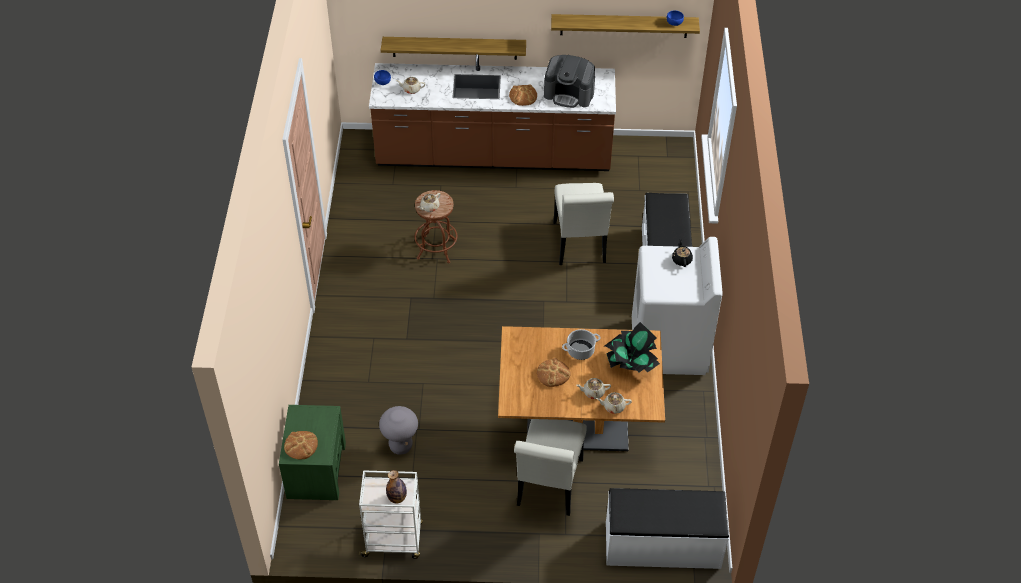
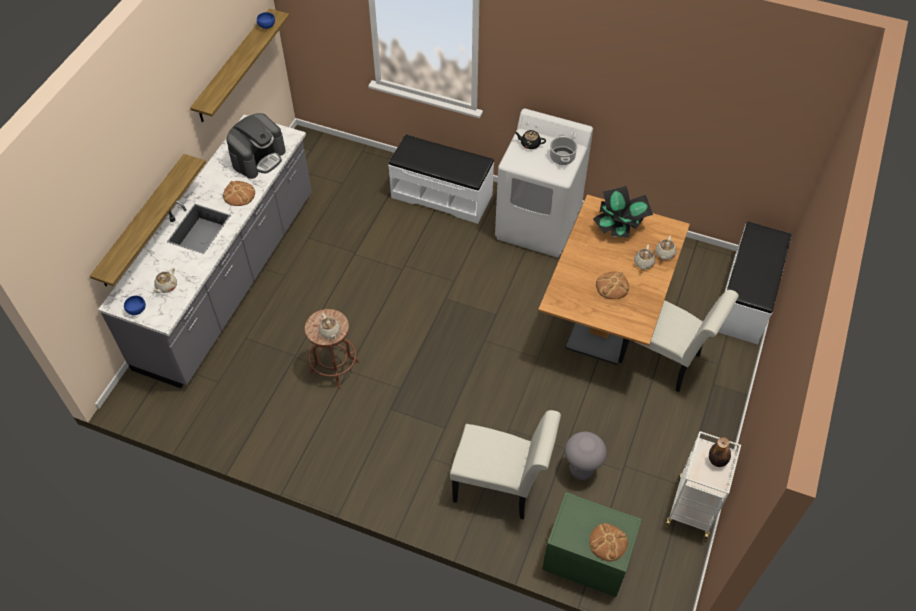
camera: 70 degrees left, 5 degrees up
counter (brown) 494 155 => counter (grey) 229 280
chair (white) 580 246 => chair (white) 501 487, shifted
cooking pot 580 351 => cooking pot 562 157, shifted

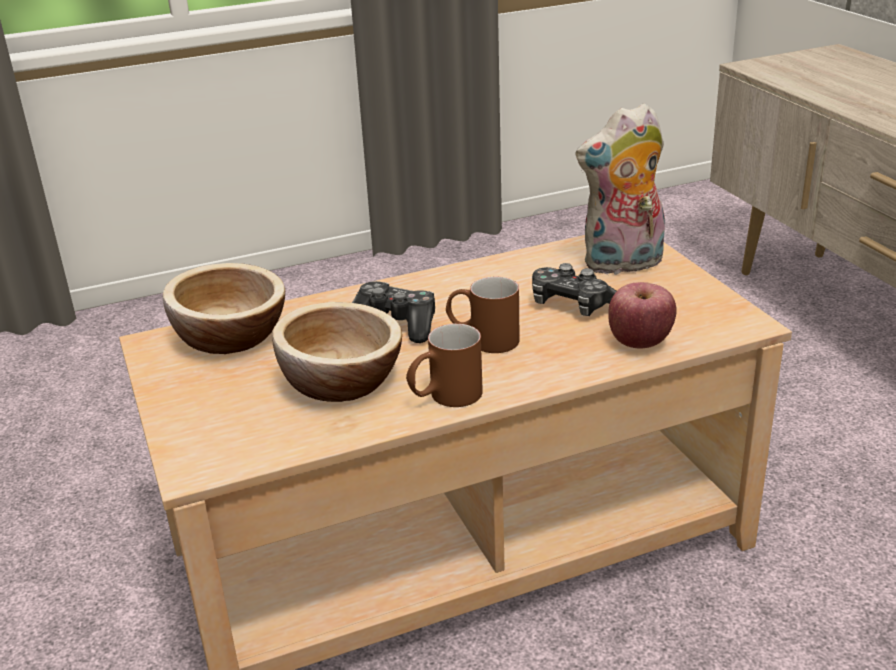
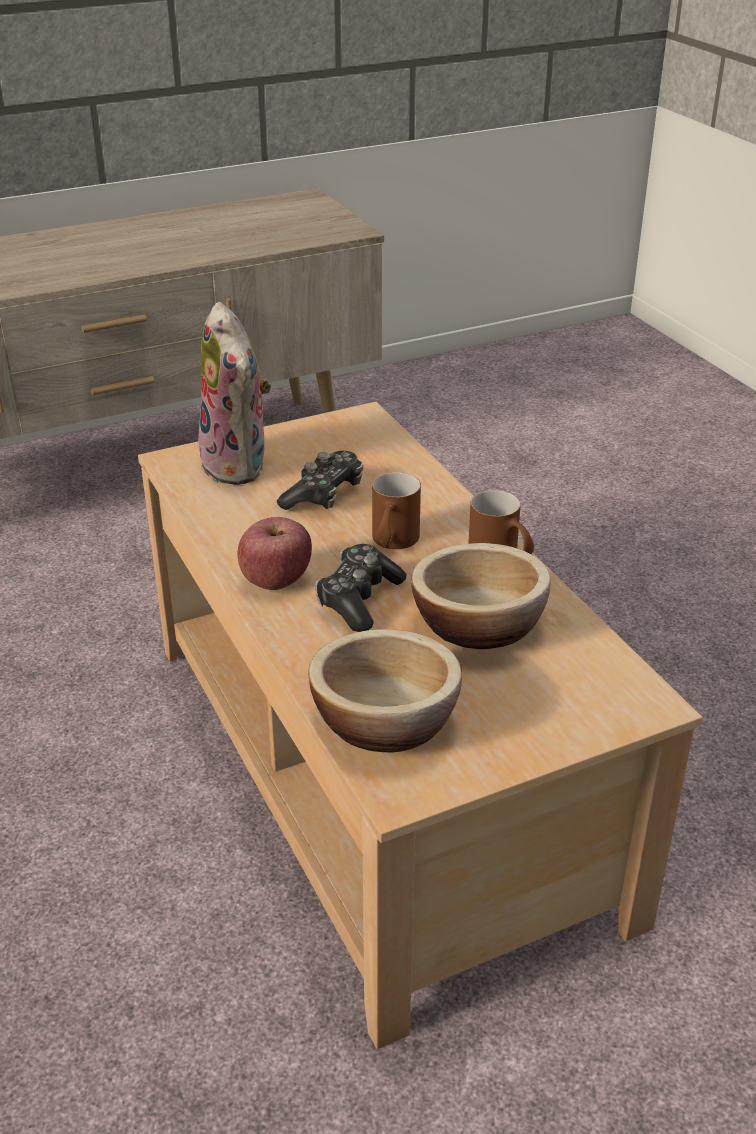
camera: 95 degrees left, 5 degrees up
apple 640 342 => apple 275 580, shifted

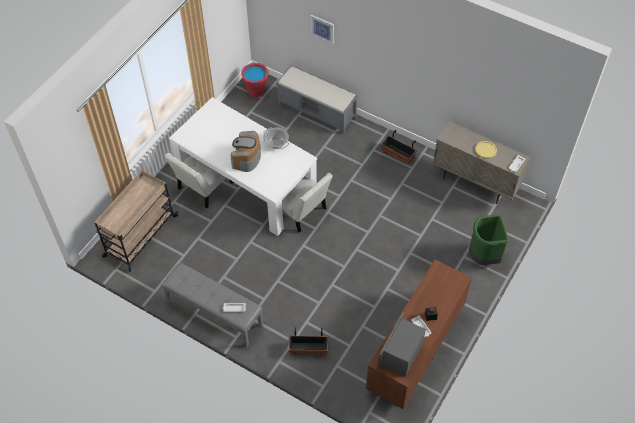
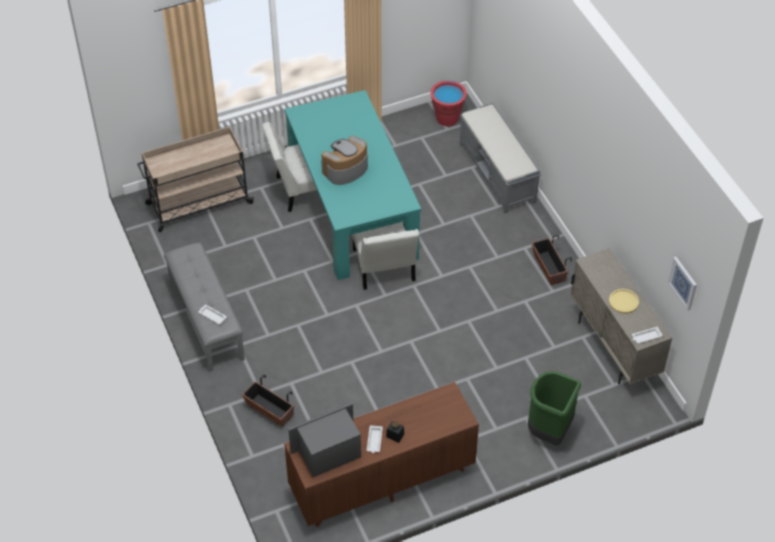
camera: 35 degrees right, 5 degrees down
picture 322 29 => picture 683 283, shifted
dining table (white) 246 183 => dining table (turquoise) 352 208
cooking pot 276 143 => nothing

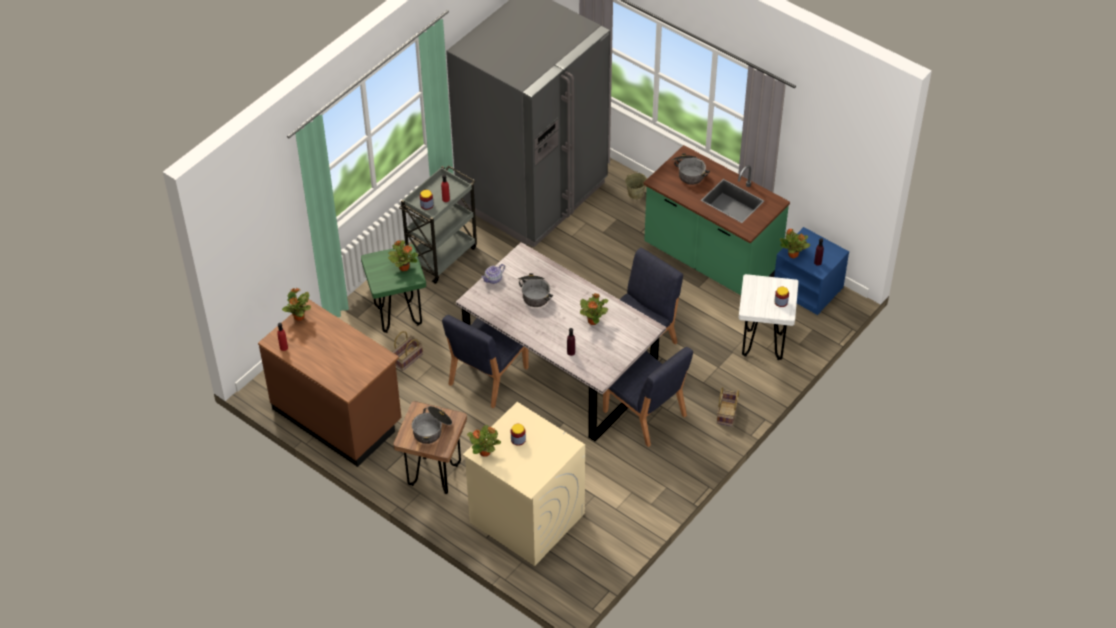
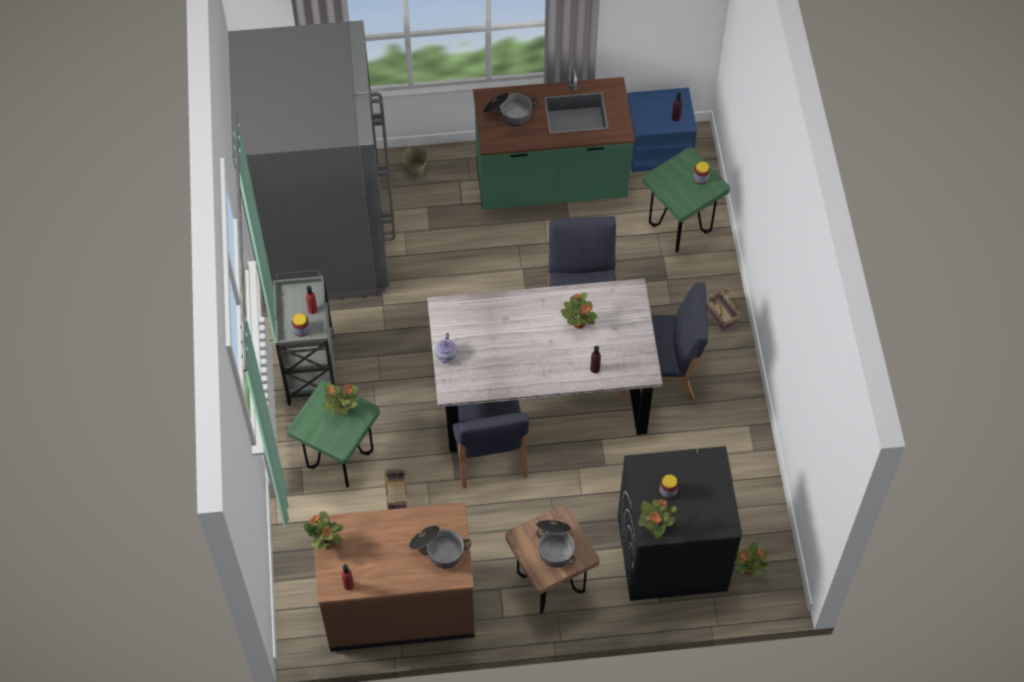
camera: 45 degrees left, 10 degrees up
potted plant 793 255 => potted plant 749 569, shifted
cooking pot 534 293 => cooking pot 438 550, shifted
stool (white) 763 345 => stool (green) 679 229
washing machine (beige) 526 517 => washing machine (black) 671 553

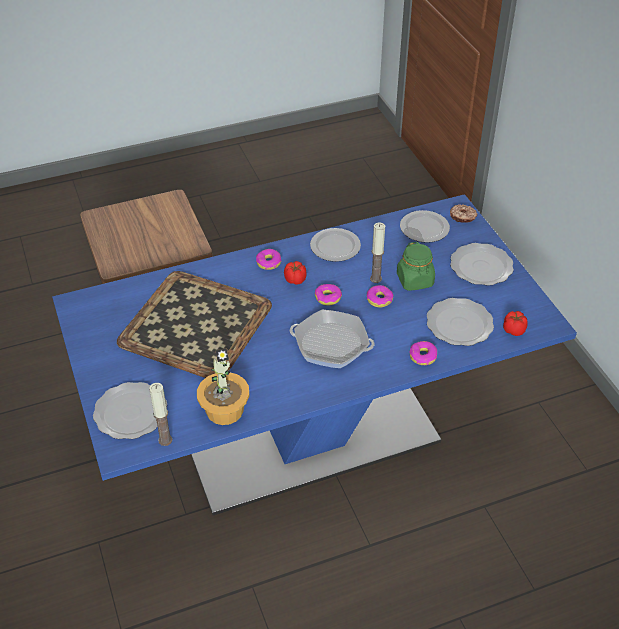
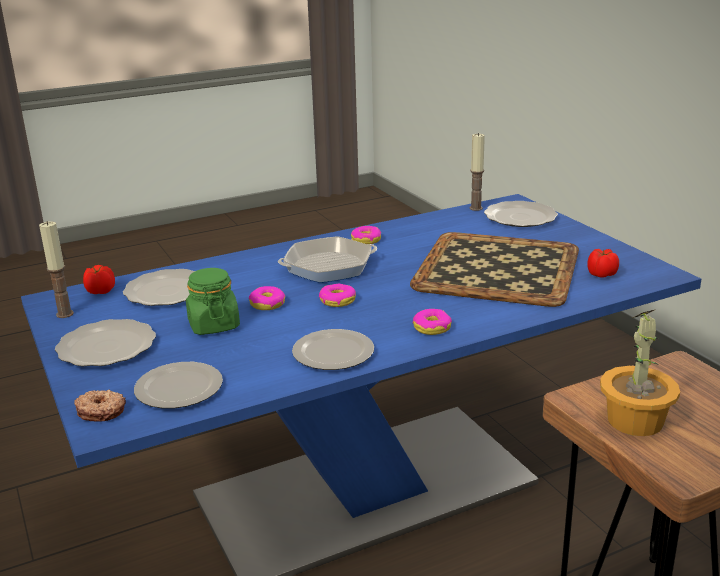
camera: 175 degrees right, 20 degrees down
candle 376 279 => candle 64 314, shifted
tomato 295 280 => tomato 601 274, shifted
frying pan 331 344 => frying pan 328 266, 150 degrees clockwise
donut 422 356 => donut 366 240, shifted
potted plant 224 409 => potted plant 635 421, shifted

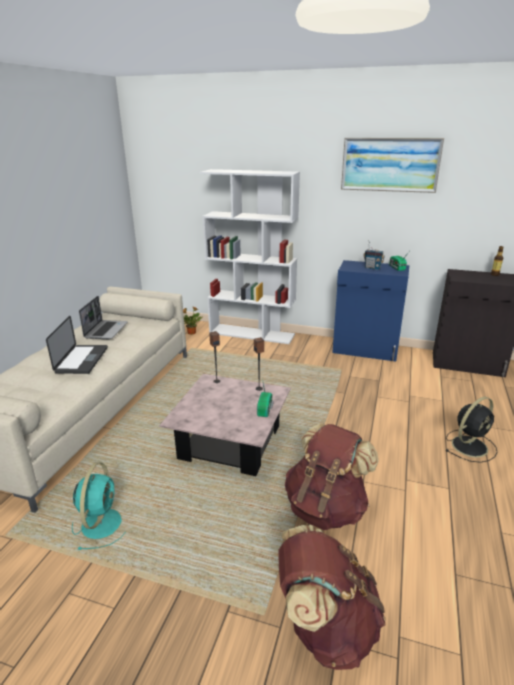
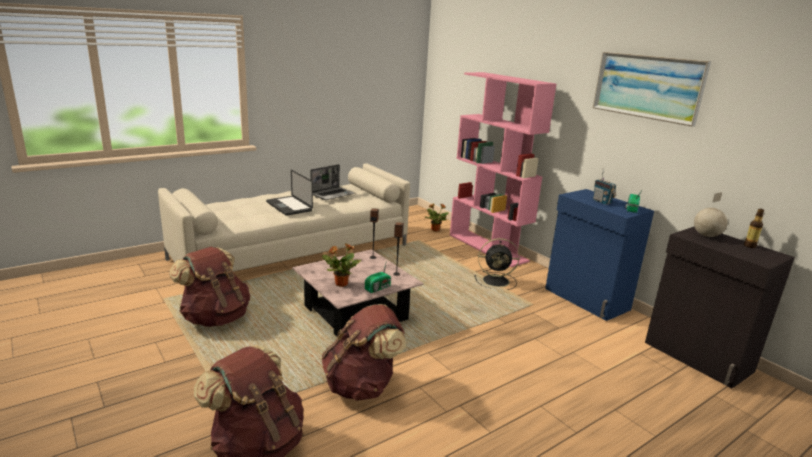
camera: 35 degrees right, 5 degrees down
bookcase (white) 252 334 => bookcase (pink) 488 248
laptop 82 360 => laptop 289 206, 105 degrees clockwise
fan (black) 470 445 => fan (black) 497 281, shifted
fan (turquoise) 102 522 => backpack (brown) 215 318
nothing => globe 706 235
nothing => potted plant 340 284

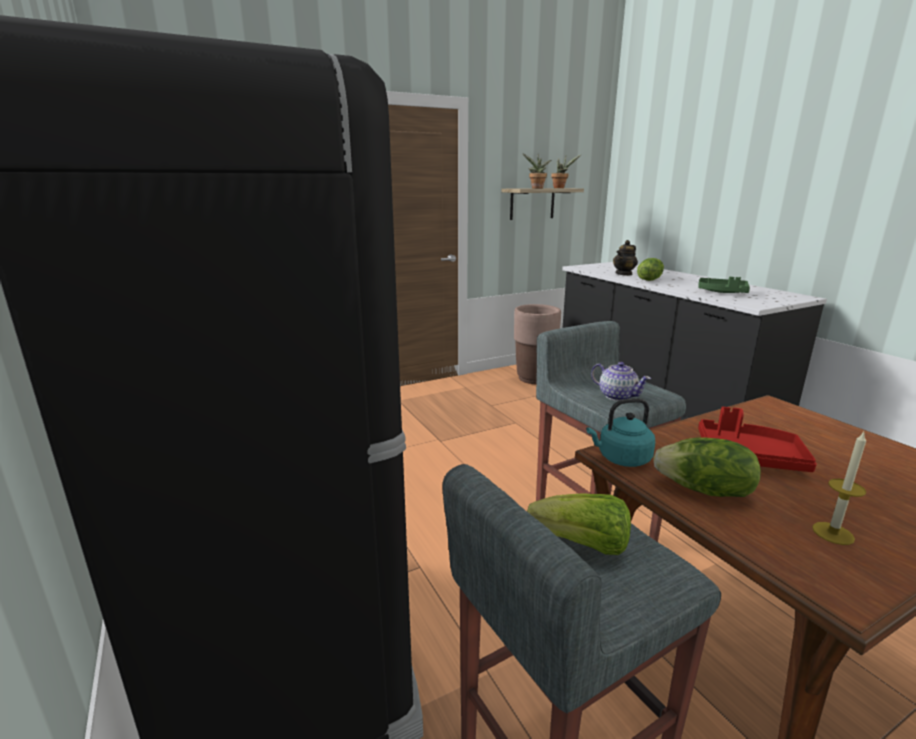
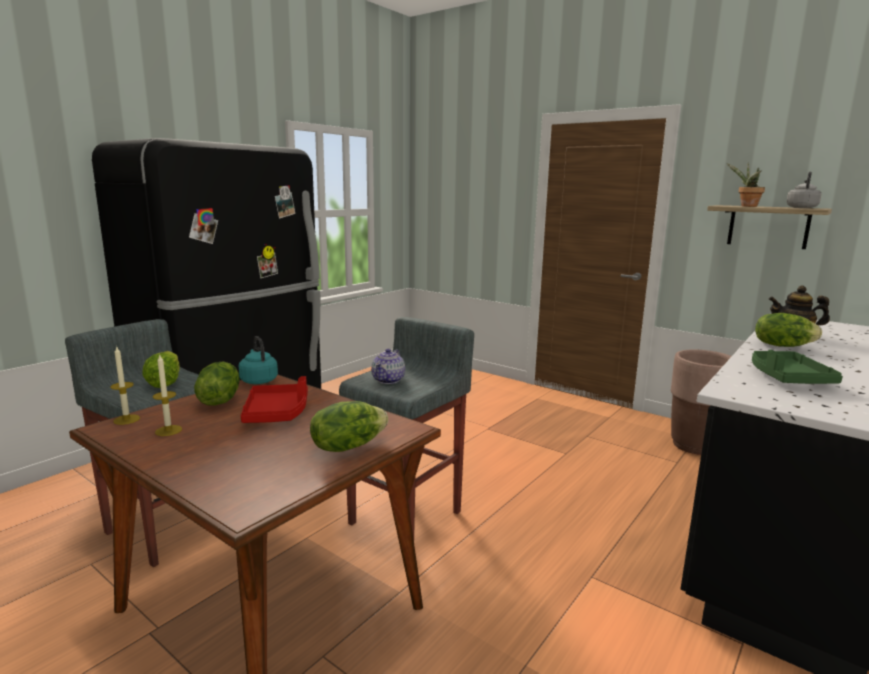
camera: 65 degrees right, 5 degrees down
potted plant 560 188 => kettle (grey) 802 208
nothing => candle 126 419
nothing => lettuce 347 446

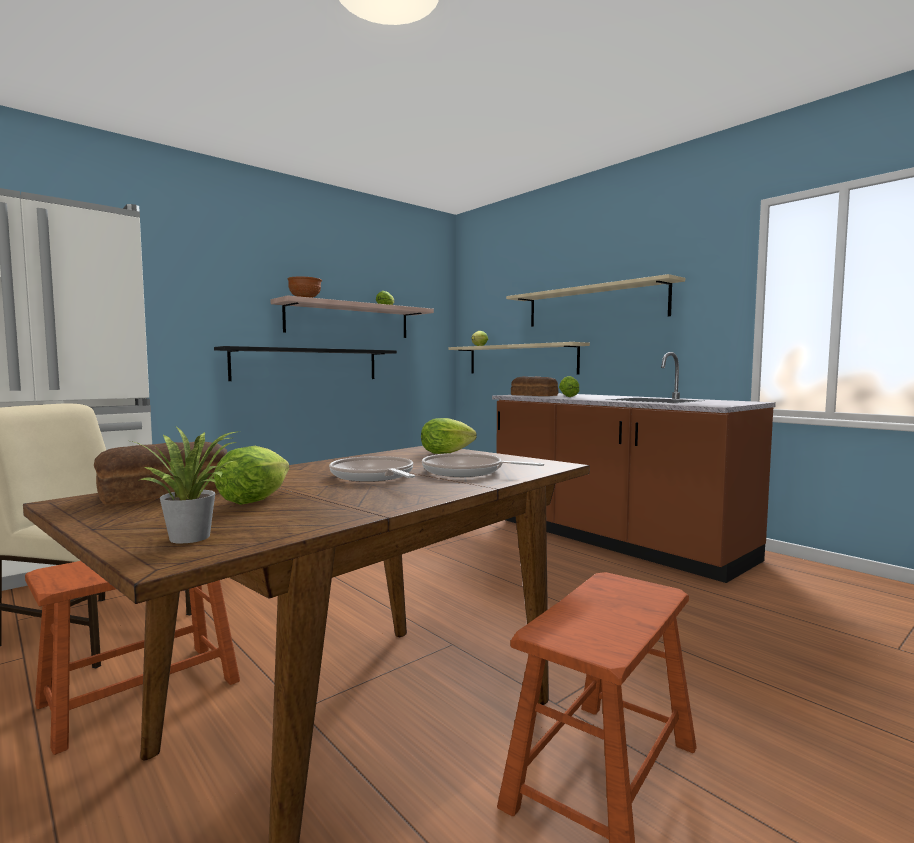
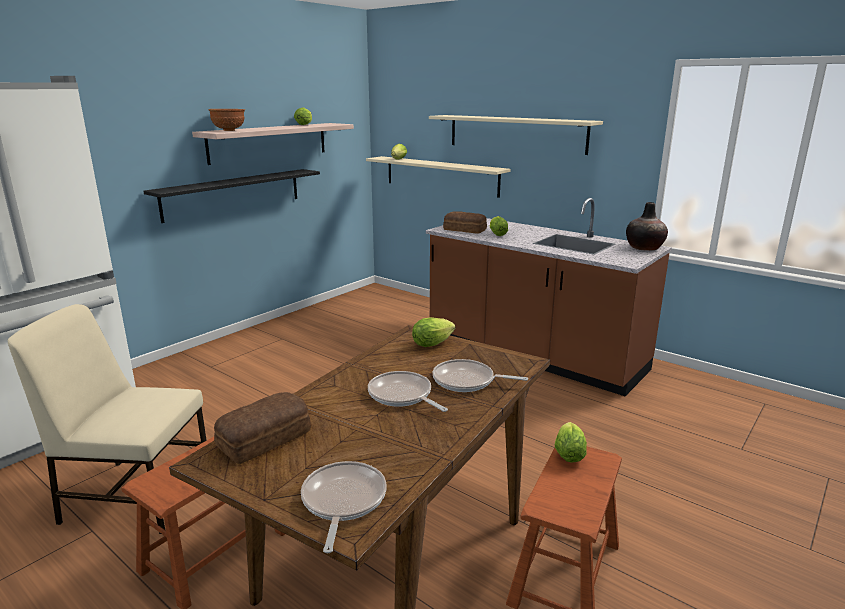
camera: 10 degrees left, 15 degrees up
potted plant 193 536 => frying pan 342 501
lettuce 257 499 => lettuce 568 452, shifted
nothing => vase 644 248

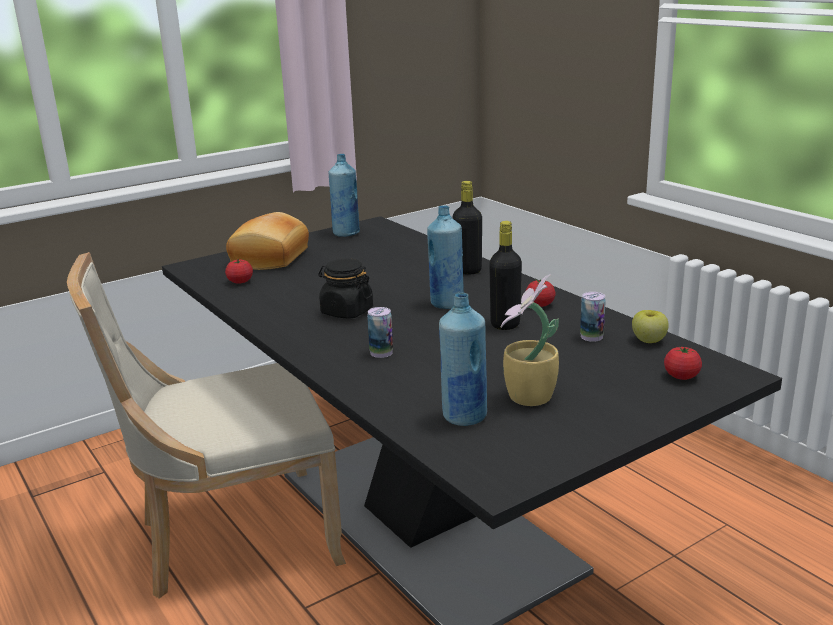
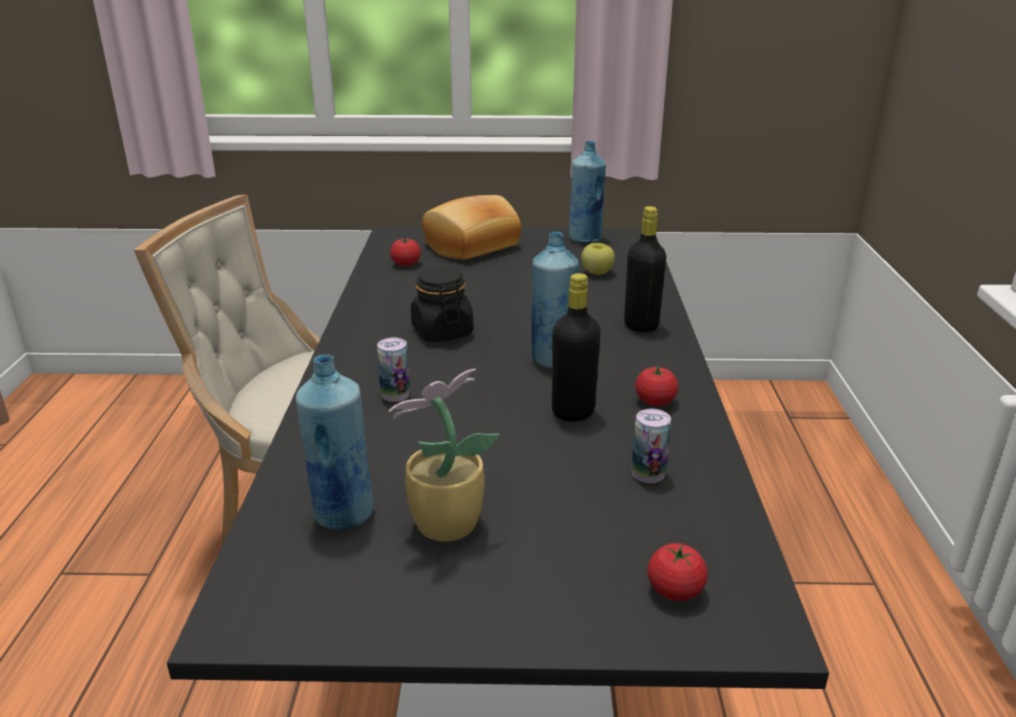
camera: 35 degrees right, 5 degrees up
apple 648 340 => apple 597 272, shifted

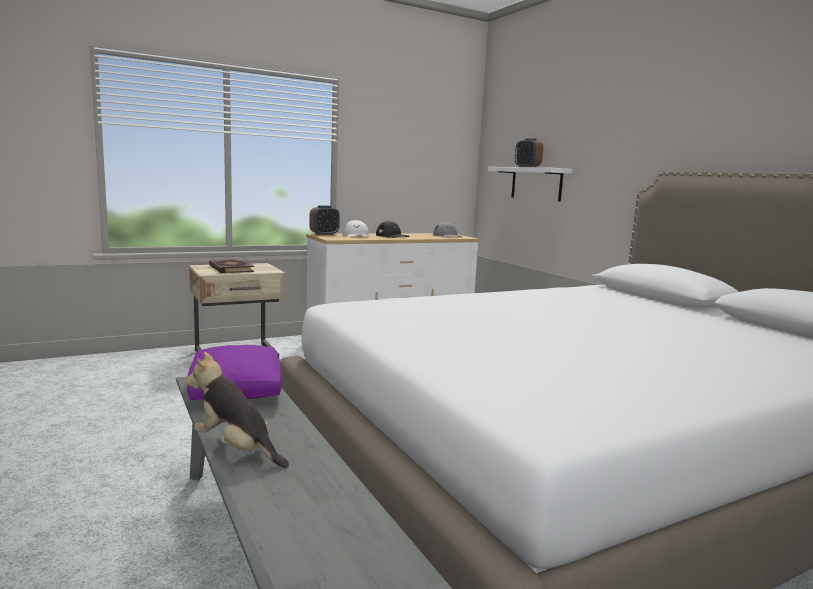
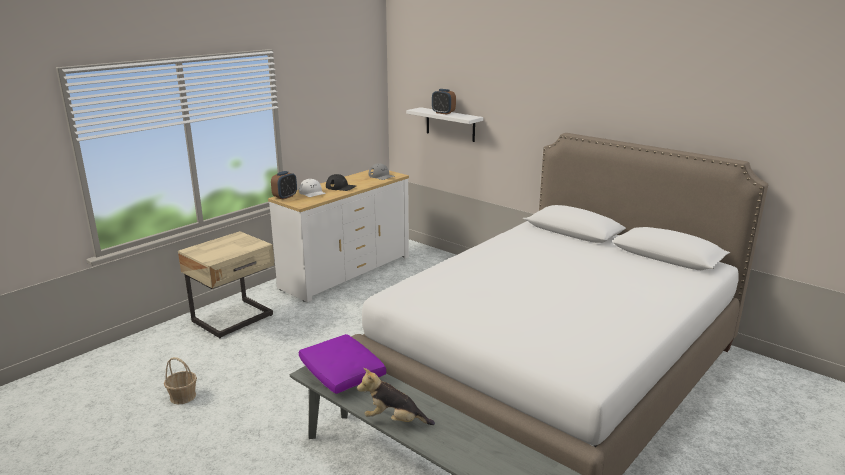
camera: 20 degrees left, 10 degrees up
book 230 268 => nothing
nothing => basket 183 396

